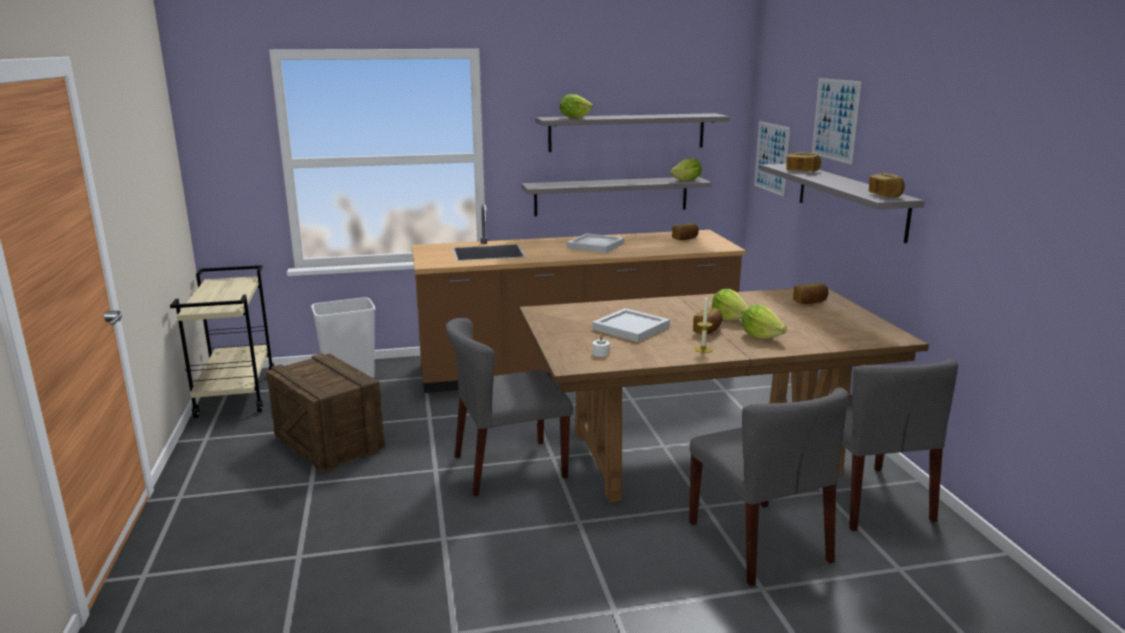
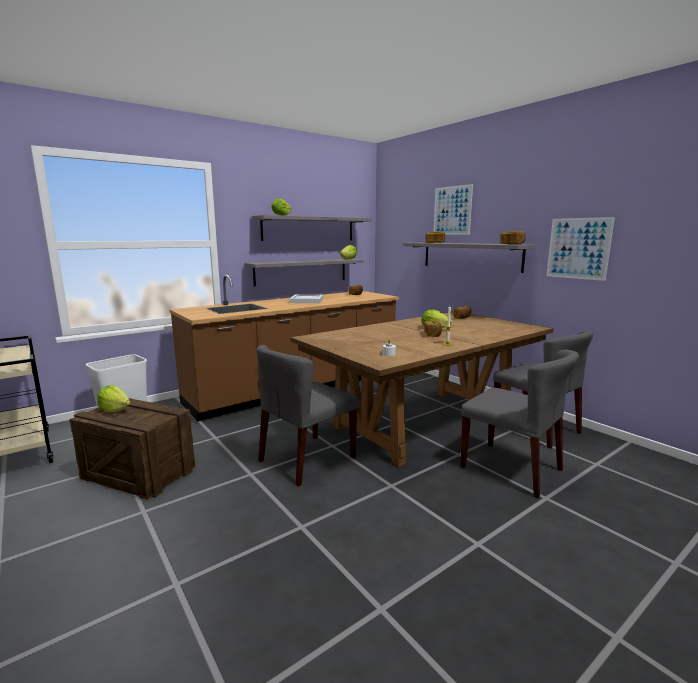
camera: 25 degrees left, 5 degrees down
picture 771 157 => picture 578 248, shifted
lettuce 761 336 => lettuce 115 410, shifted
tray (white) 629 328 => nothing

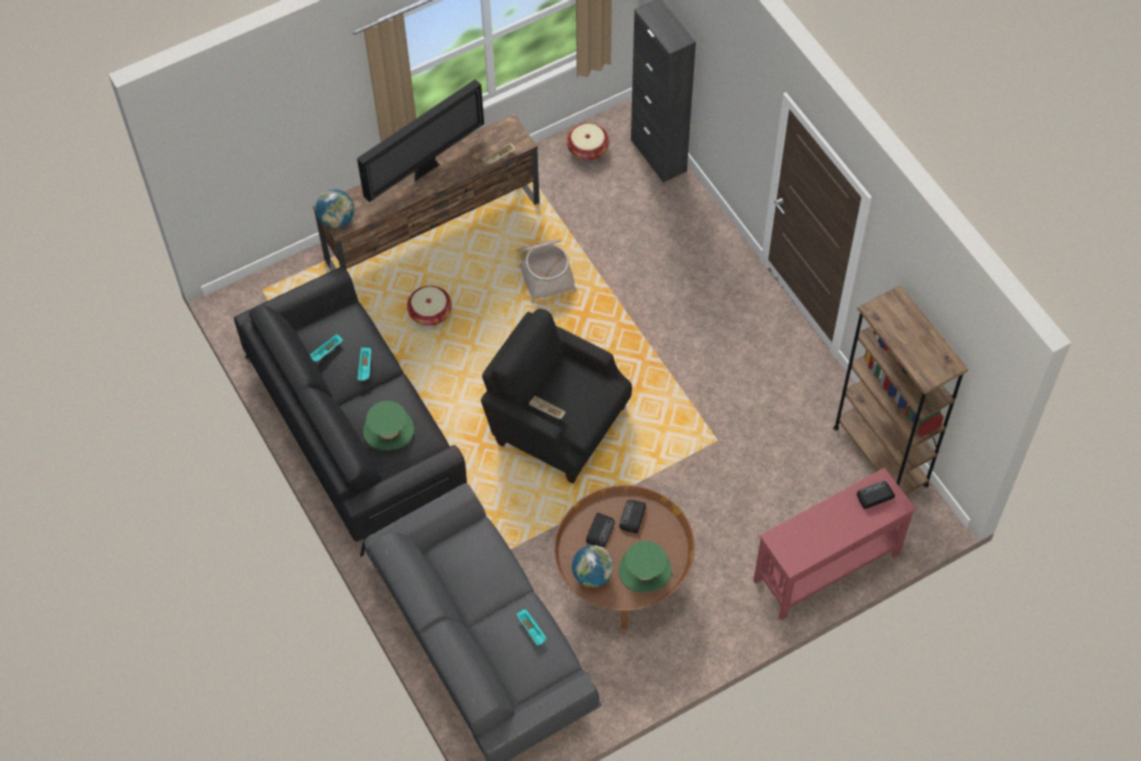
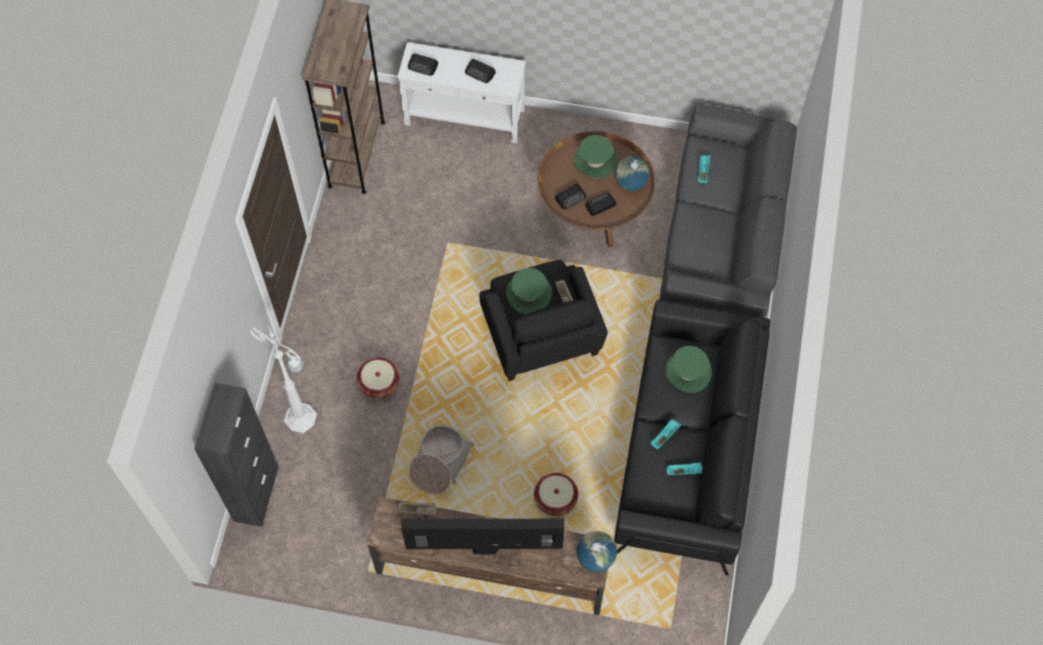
camera: 140 degrees left, 5 degrees up
basket 587 149 => basket 379 383, shifted
console table (red) 825 567 => console table (white) 465 117
nothing => radio 480 72
nothing => hat (green) 529 294
nothing => floor lamp (white) 302 418

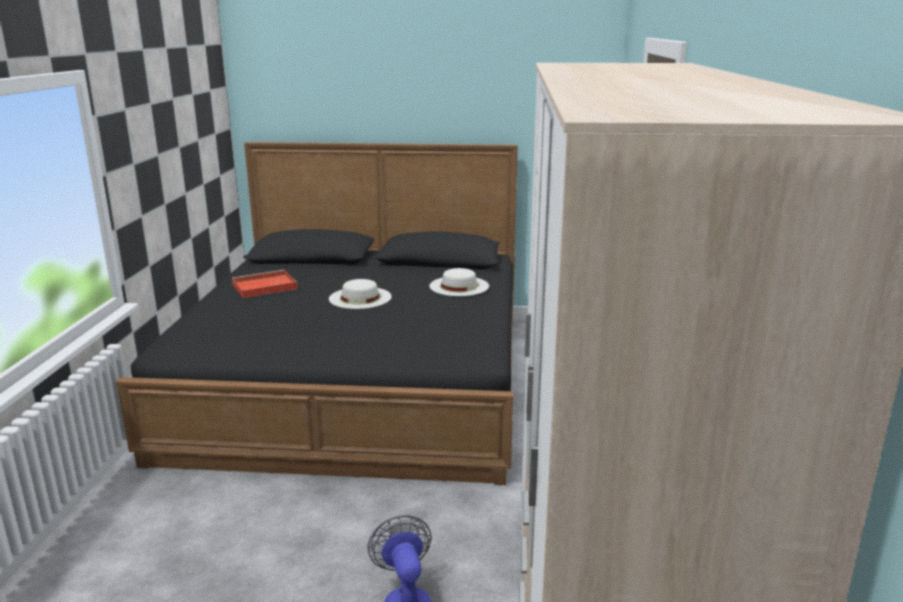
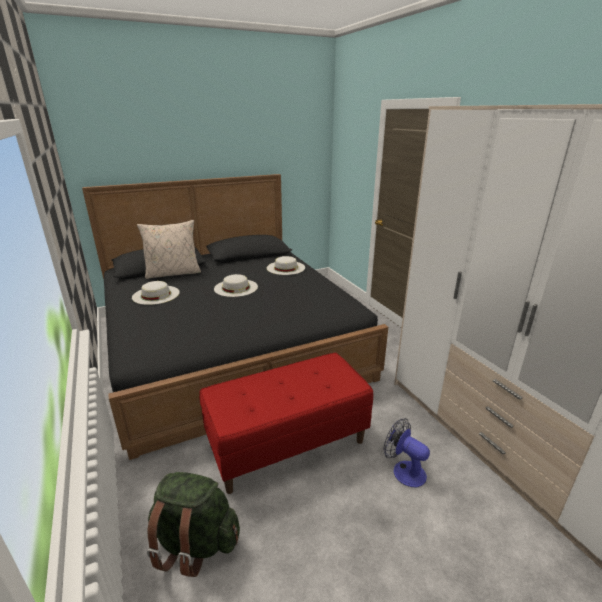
camera: 30 degrees left, 5 degrees up
tray (red) 263 287 => hat (white) 156 295
nothing => pillow (beige) 173 273
nothing => bench (red) 287 443
nothing => backpack (green) 195 543

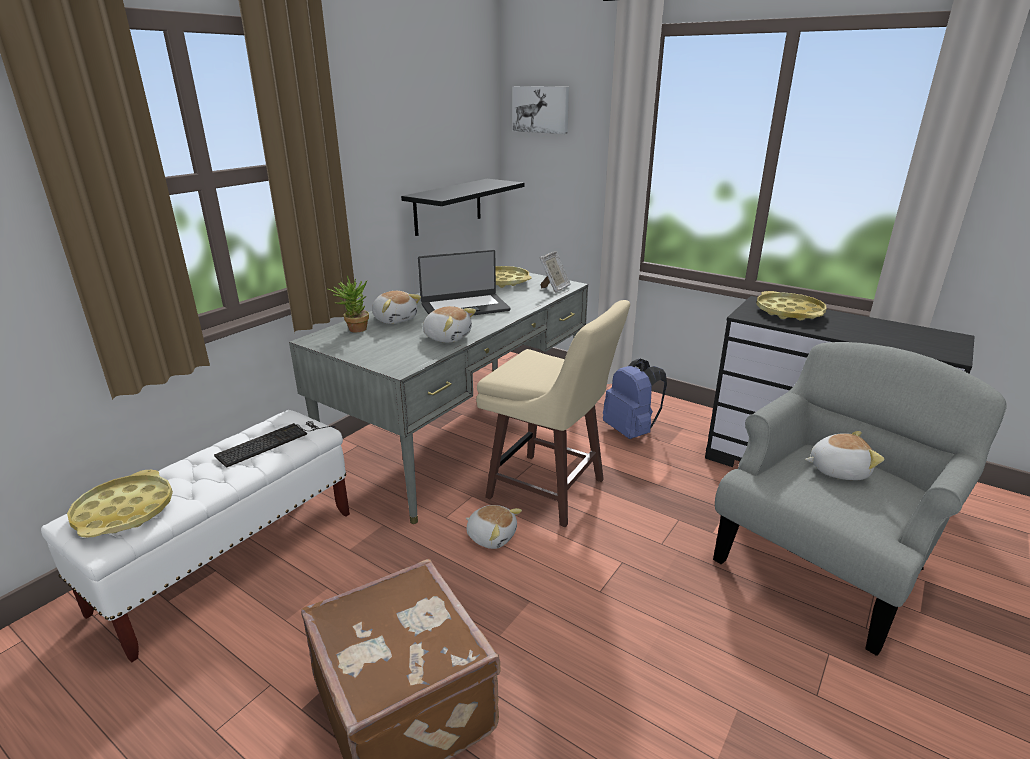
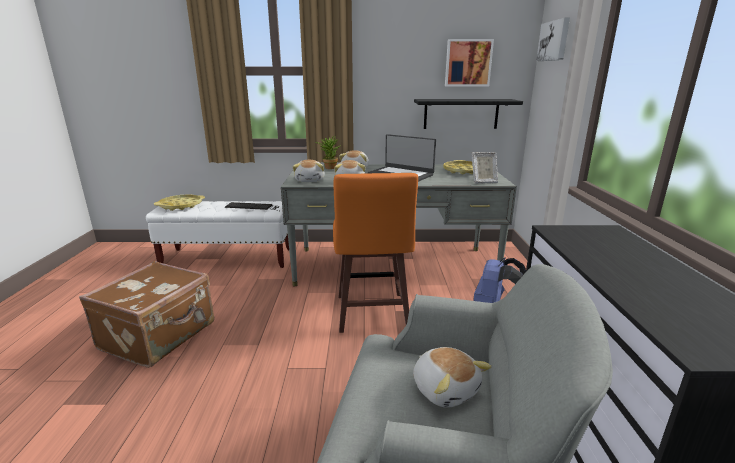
camera: 55 degrees right, 5 degrees down
tray (yellow) 789 312 => nothing
stool (beige) 548 490 => stool (orange) 371 313
plush toy 491 536 => plush toy 310 180, shifted
nothing => picture 468 63

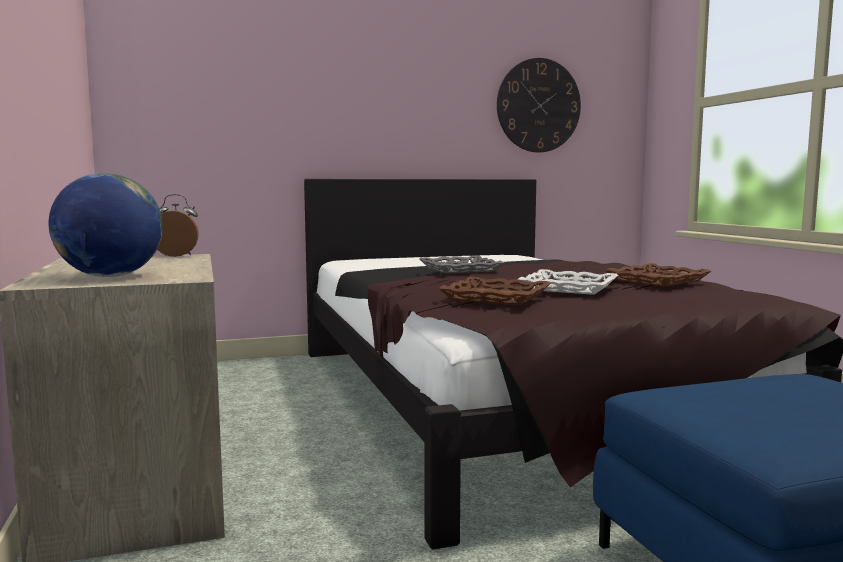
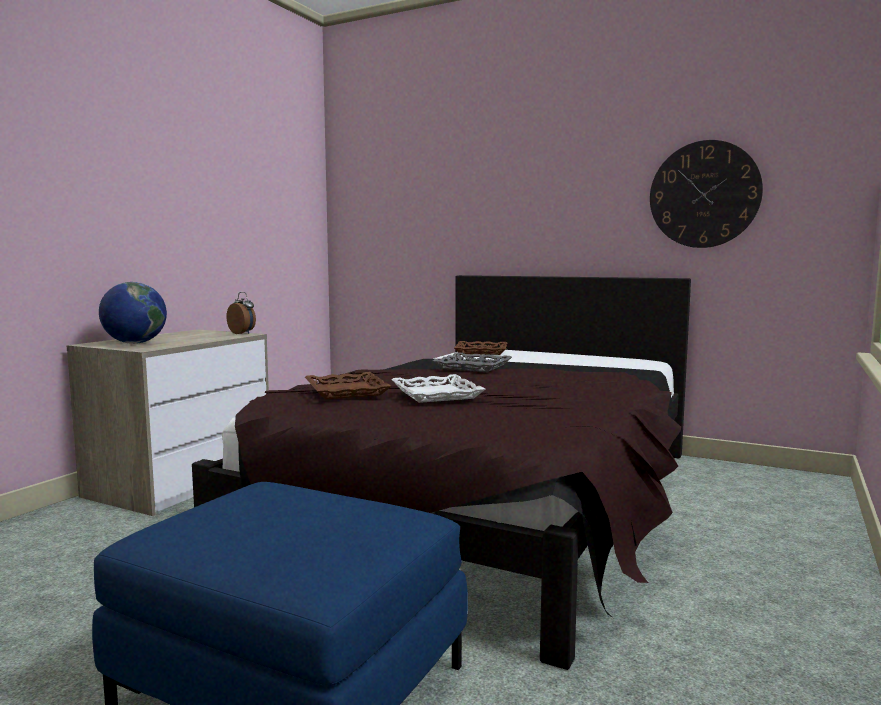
camera: 45 degrees right, 0 degrees up
tray (brown) 657 280 => tray (brown) 481 352, shifted

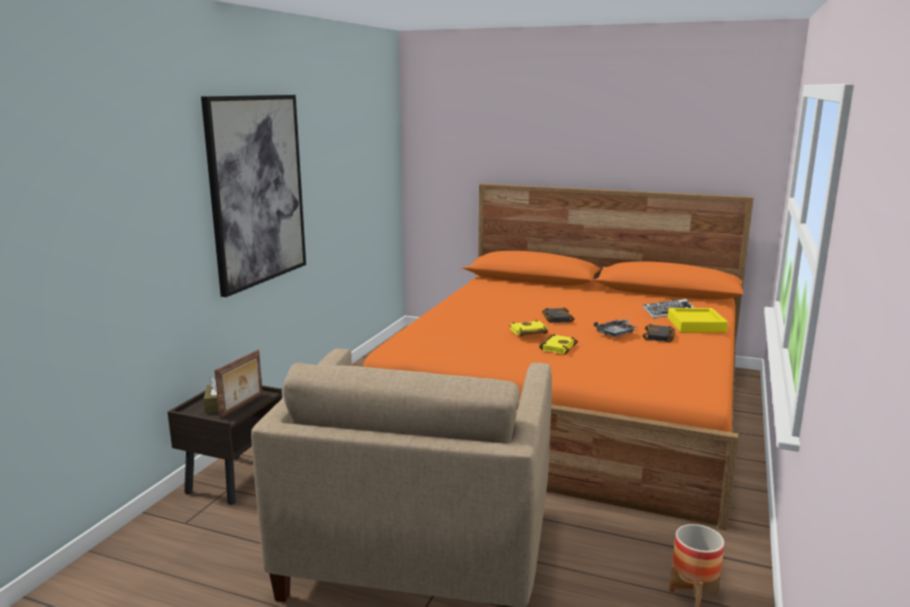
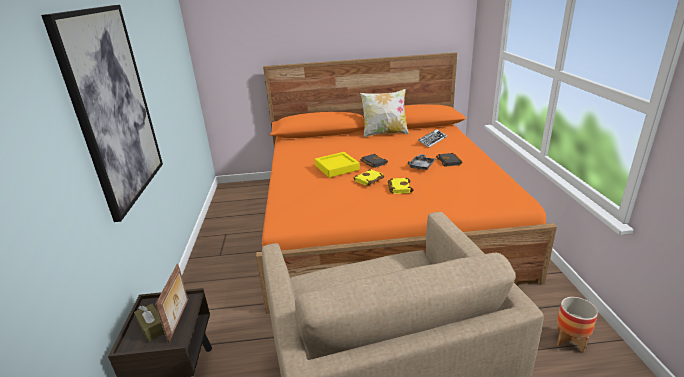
camera: 25 degrees left, 10 degrees up
tray (yellow) 696 325 => tray (yellow) 337 168, shifted
nothing => pillow 384 133

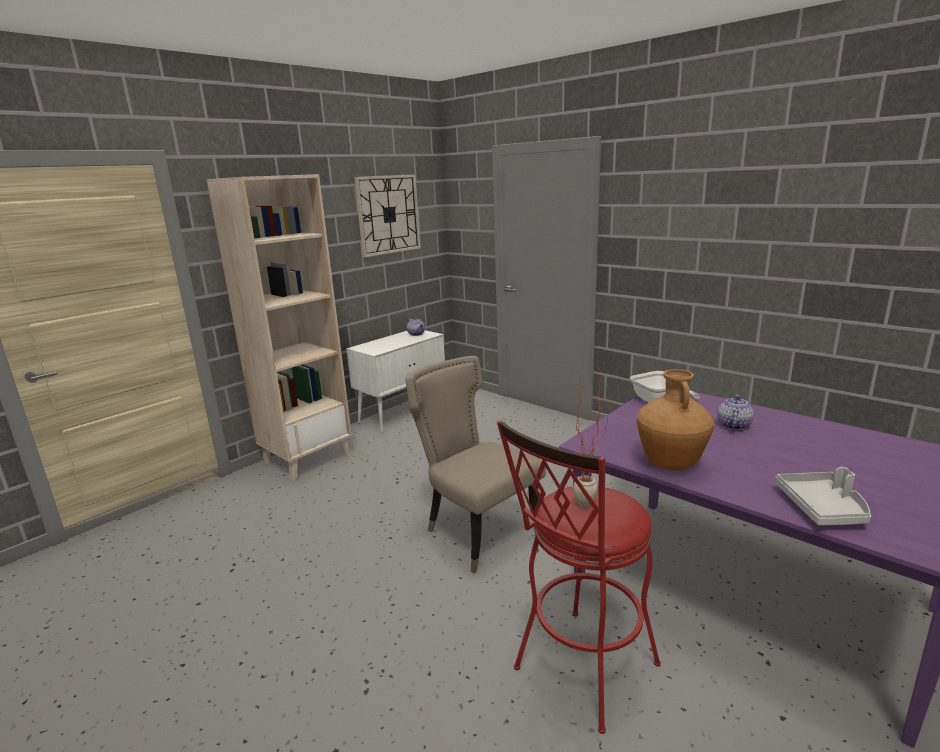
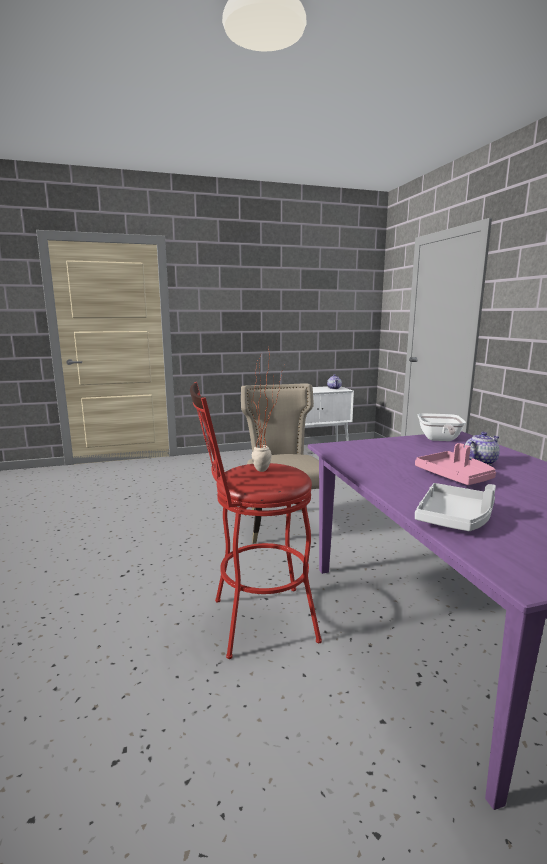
camera: 30 degrees right, 5 degrees down
bookcase (beige) 307 459 => nothing
wall clock 388 214 => nothing
vase (brown) 671 465 => nothing
nothing => tray (pink) 455 476

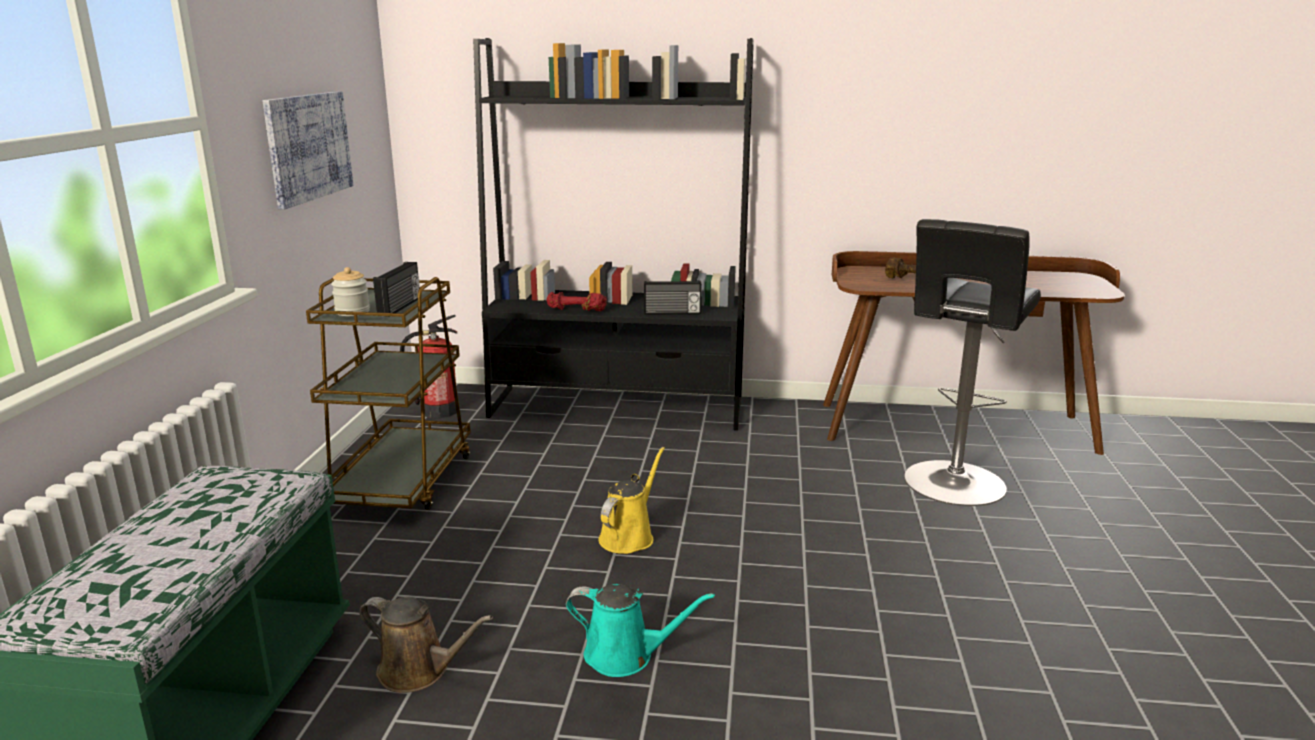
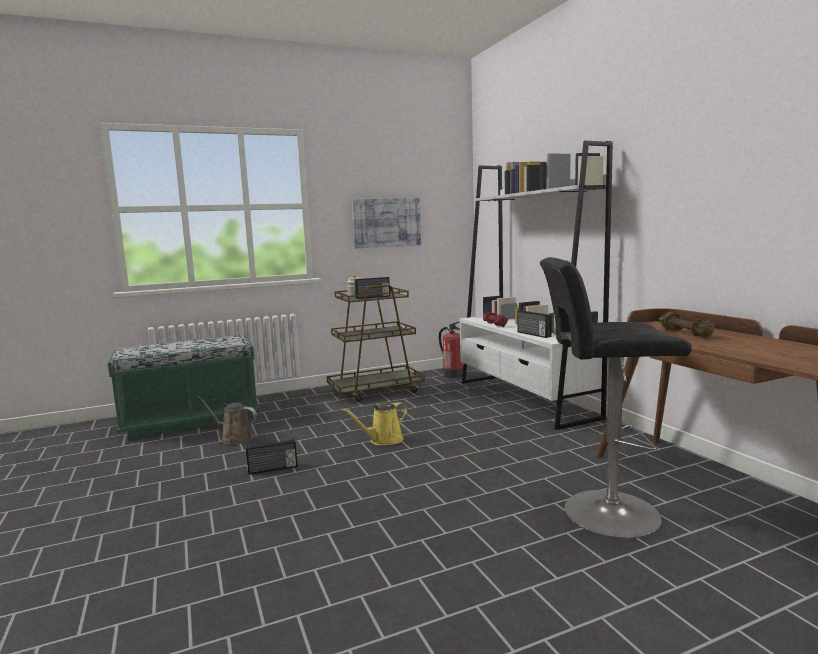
camera: 60 degrees right, 10 degrees down
bookcase (black) 617 408 => bookcase (white) 525 399
watering can (yellow) 629 536 => watering can (yellow) 383 440, 150 degrees clockwise
watering can (turquoise) 625 656 => radio 273 469
watering can (brown) 419 671 => watering can (brown) 234 438, 120 degrees clockwise

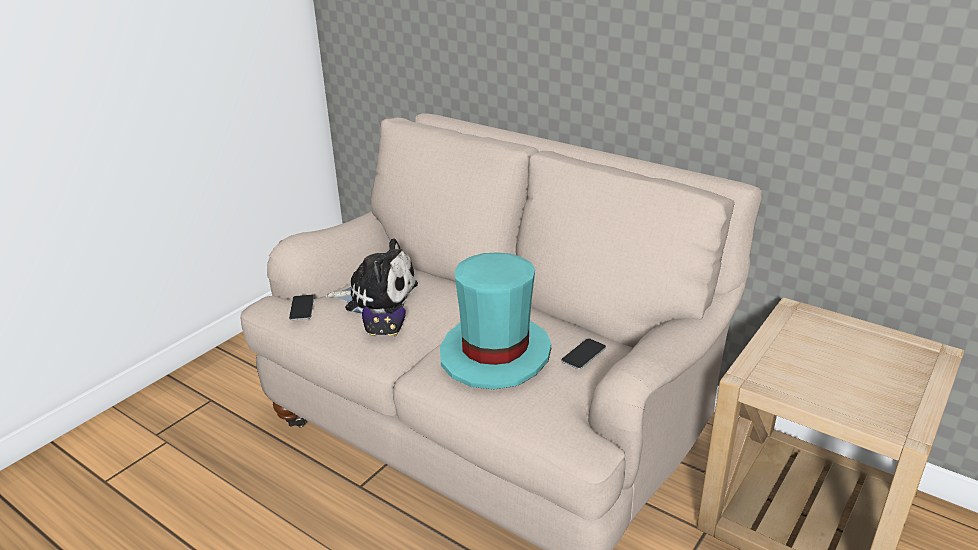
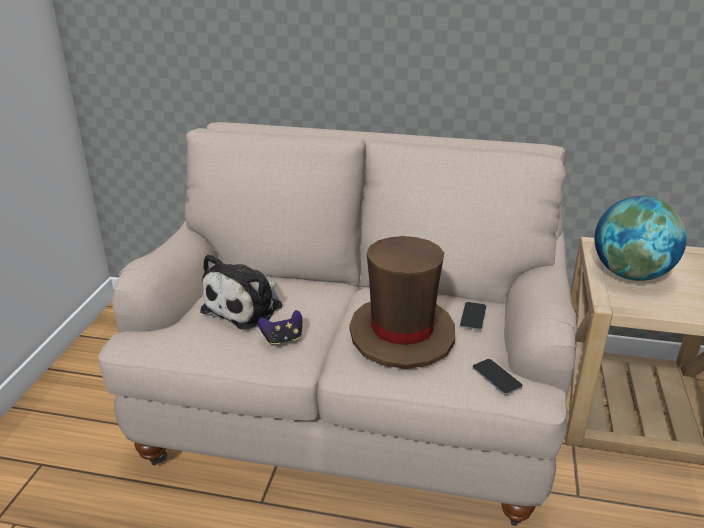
camera: 25 degrees left, 0 degrees up
plush toy 377 296 => plush toy 246 307, 135 degrees clockwise
hat (turquoise) 495 354 => hat (brown) 402 334
phone 301 308 => phone 496 377, shifted
nothing => globe 631 274

